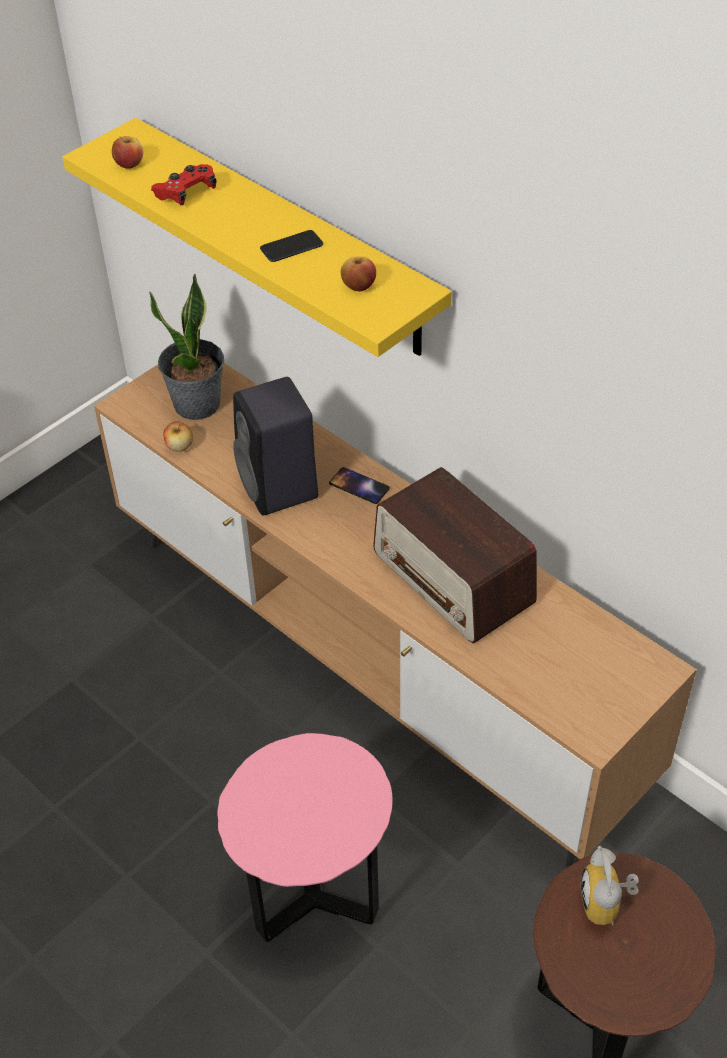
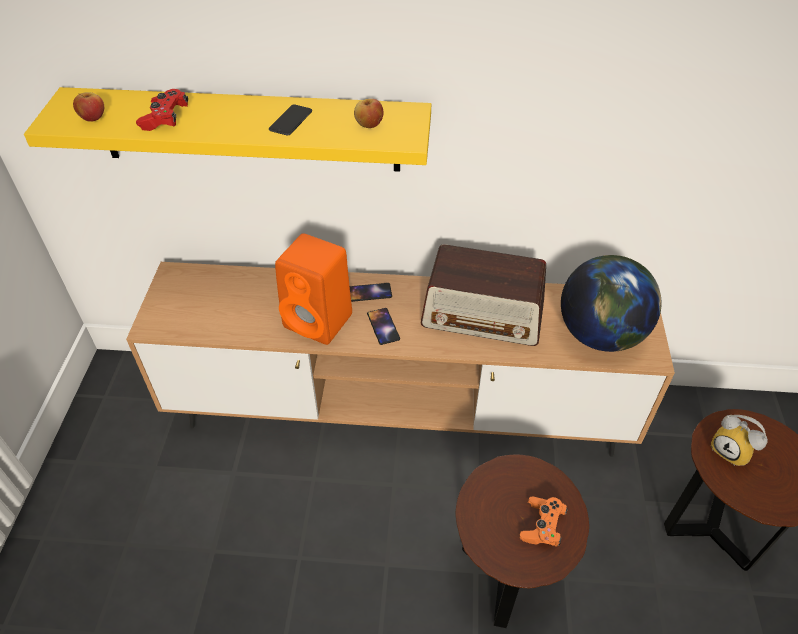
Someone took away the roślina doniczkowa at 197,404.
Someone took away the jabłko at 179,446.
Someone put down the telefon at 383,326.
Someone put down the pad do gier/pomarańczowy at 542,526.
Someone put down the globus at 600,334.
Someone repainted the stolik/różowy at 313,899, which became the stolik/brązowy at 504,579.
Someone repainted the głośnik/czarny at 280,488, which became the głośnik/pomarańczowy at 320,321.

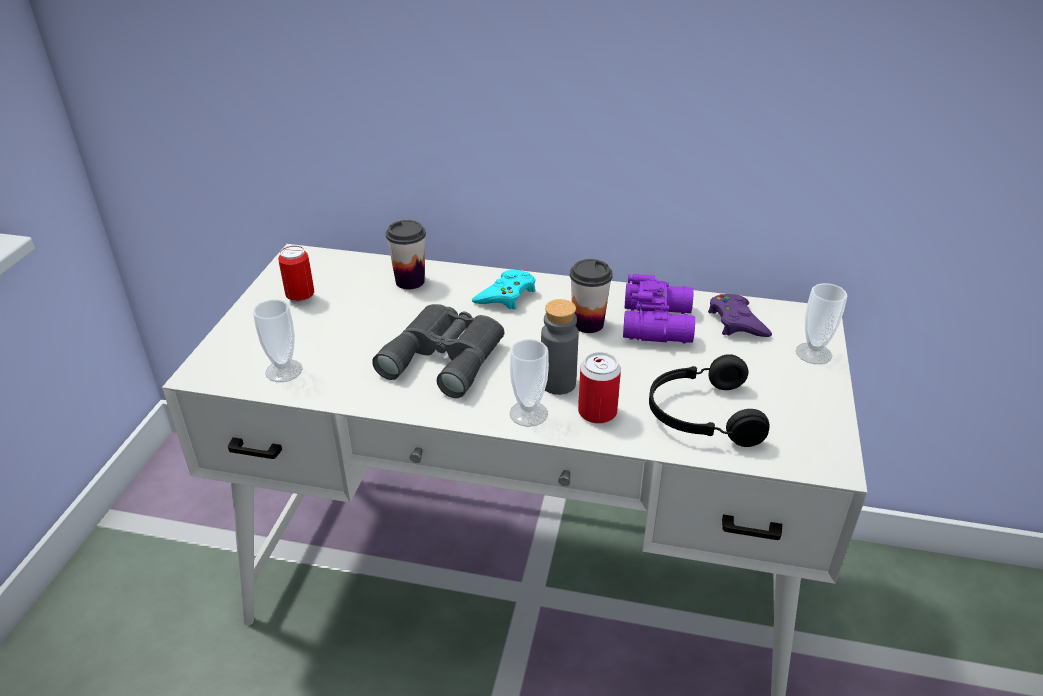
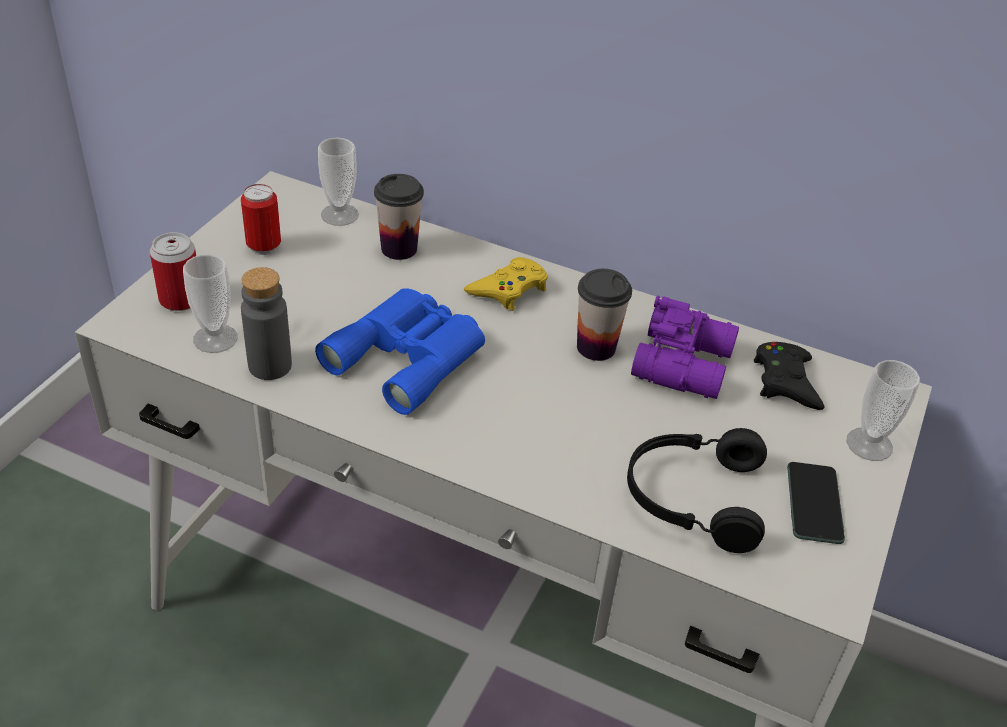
Someone put down the telefon at 814,503.
Someone carried the filiżanka from 528,413 to 339,215.
Someone carried the butelka/szary from 558,383 to 270,366.
Someone carried the puszka from 597,412 to 181,299.
Someone repainted the lornetka/szary at 447,355, which became the lornetka/niebieski at 410,356.
Someone repainted the pad do gier/turkusowy at 506,295, which became the pad do gier/żółty at 509,289.
Someone repainted the pad do gier/fioletowy at 736,322, which became the pad do gier/czarny at 786,381.

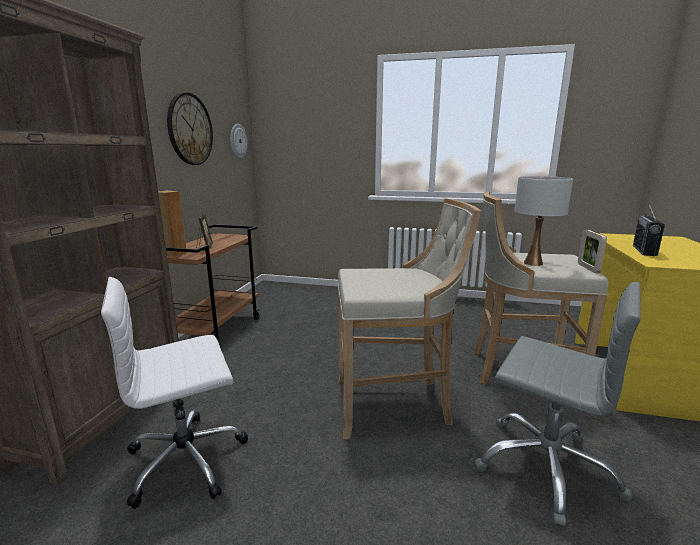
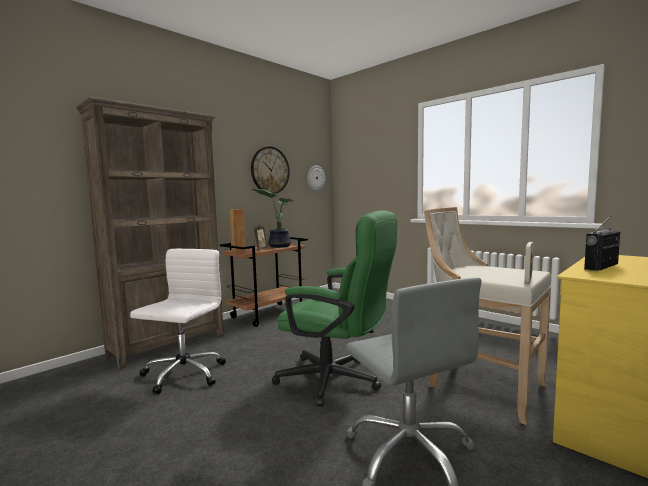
Someone took away the lampa stołowa/biały at 533,263.
Someone put down the roślina doniczkowa at 278,246.
Someone swapped the stołek/beżowy at 395,404 for the krzesło biurowe/zielony at 337,381.
Someone rotated the krzesło biurowe/biały at 188,459 by 105 degrees clockwise.

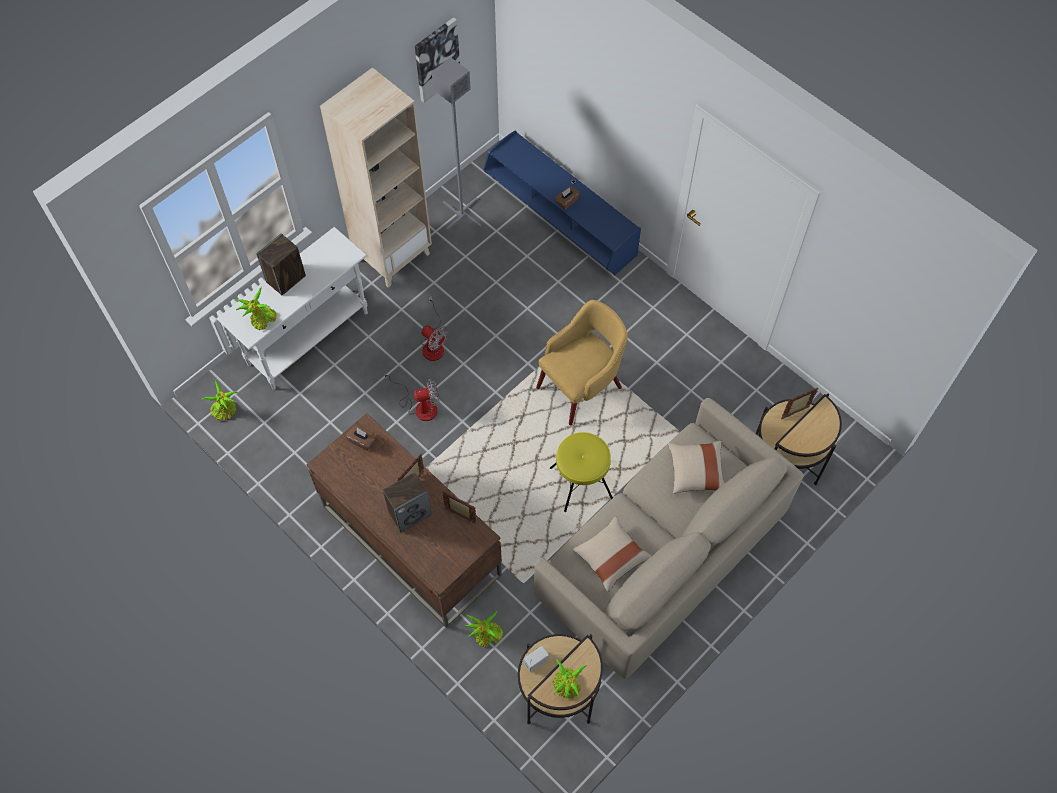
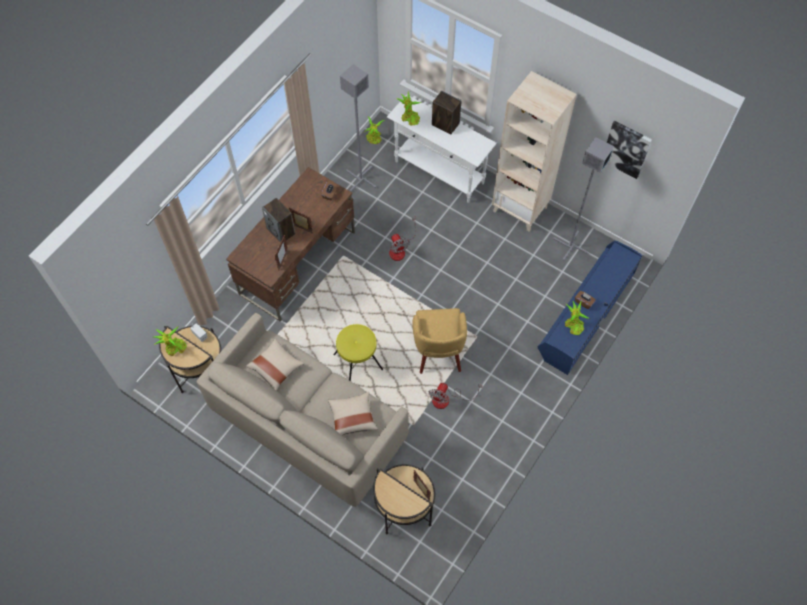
Someone put down the lampa stojąca/szary at 360,179.
Someone carried the wentylator from 433,344 to 447,399.
Someone carried the roślina doniczkowa from 486,636 to 573,325.
Someone rotated the fotel/żółty at 581,386 by 45 degrees clockwise.

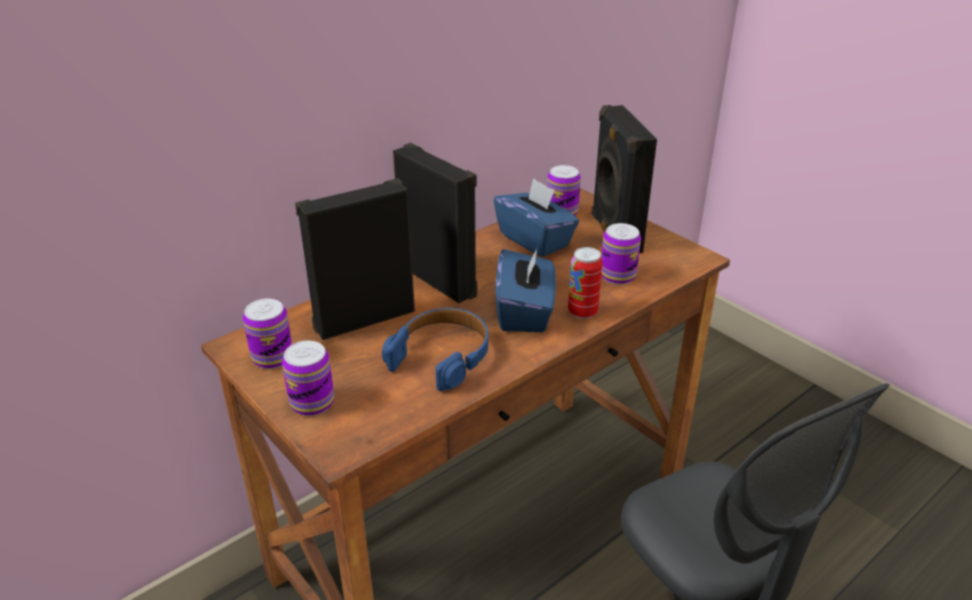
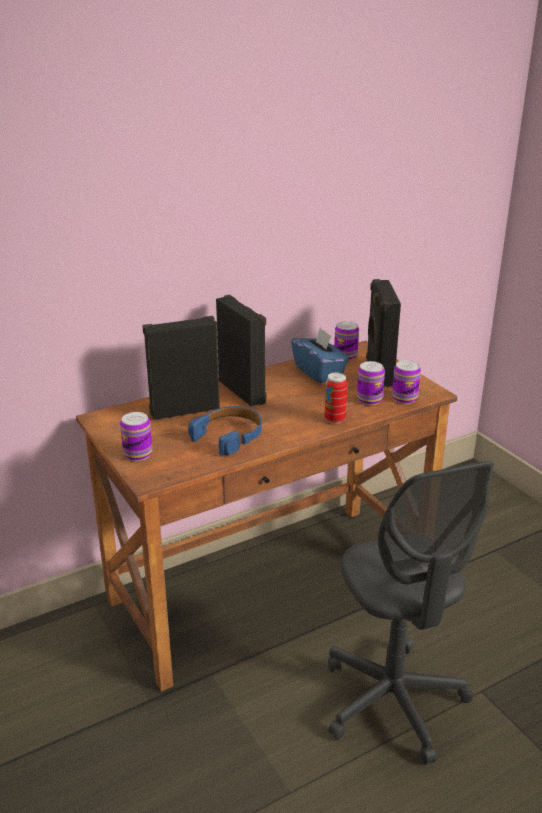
Someone took away the pudełko chusteczek/niebieski at 525,312.
Someone carried the puszka from 272,357 to 404,398.

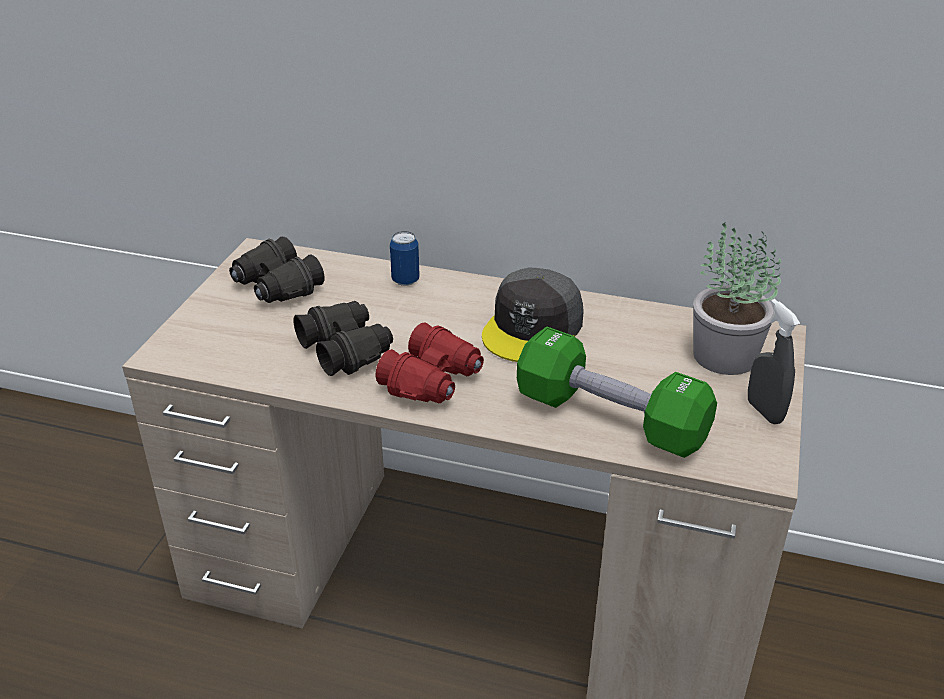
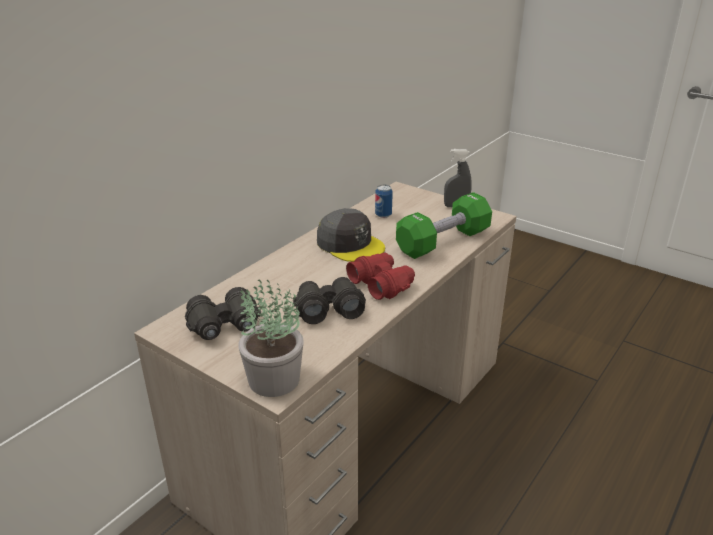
Someone carried the puszka from 405,280 to 383,215.
Someone carried the roślina doniczkowa from 723,356 to 273,380.

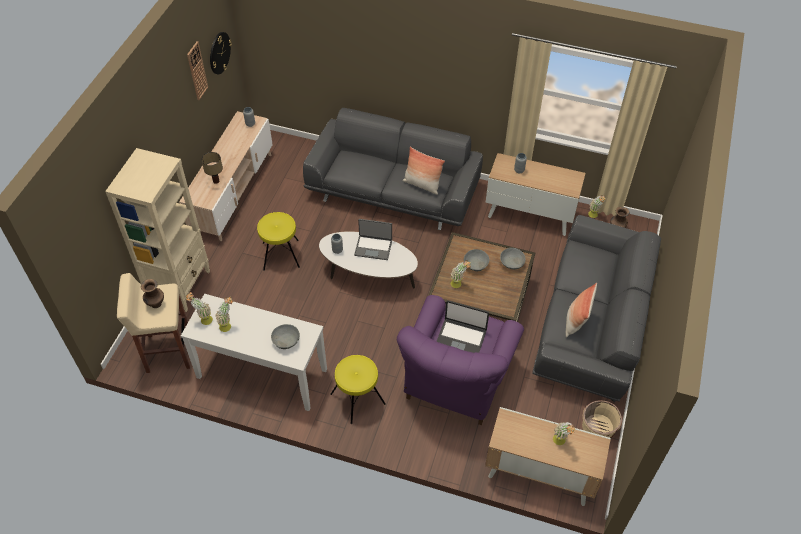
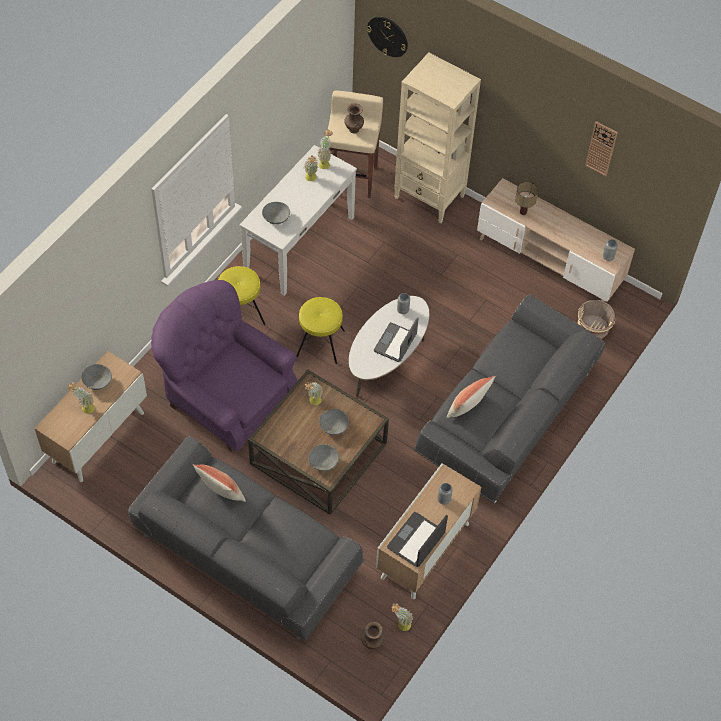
Someone put down the miska/szary at 97,382.
Someone carried the zegar ścienny from 219,53 to 388,36.
Someone carried the stołek/żółty from 280,255 to 320,343.
Someone carried the laptop from 461,337 to 416,540.
Someone carried the donica/beżowy from 597,429 to 592,329.

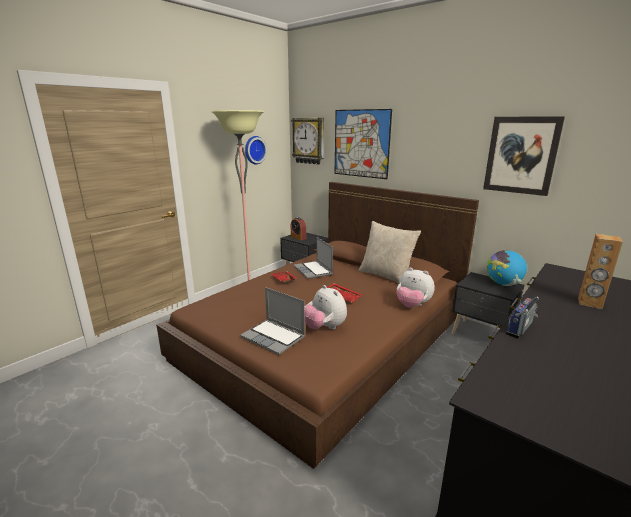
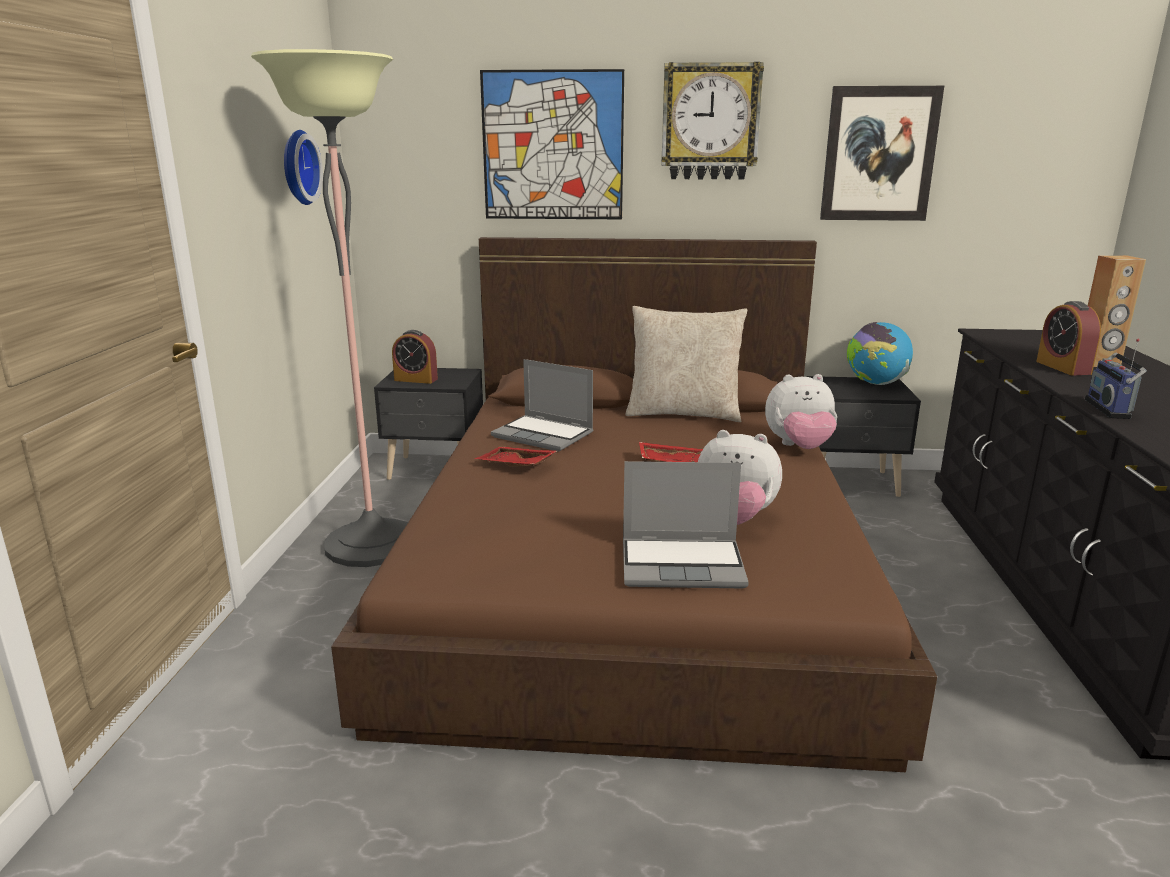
Someone put down the budzik at 1063,367.
Someone carried the zegar ścienny from 309,141 to 710,122.

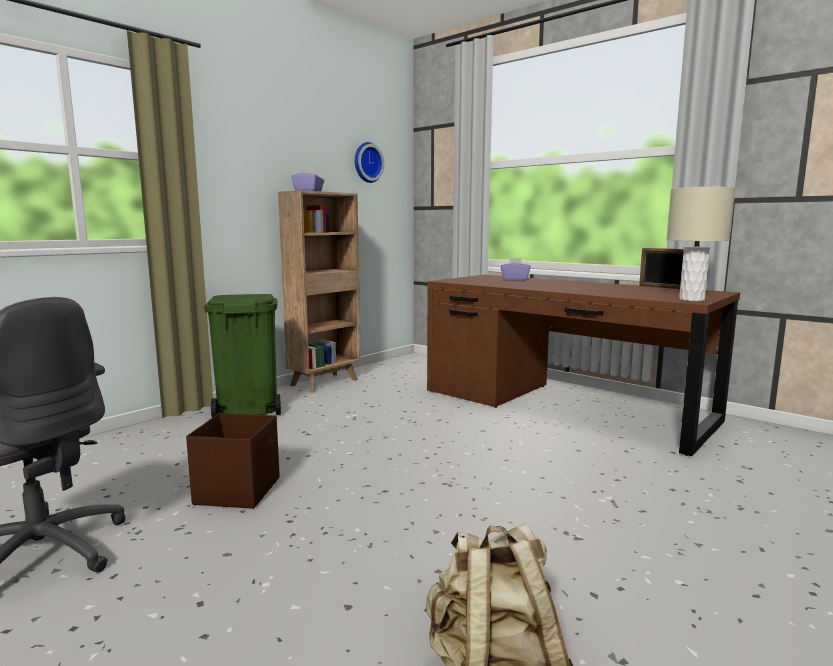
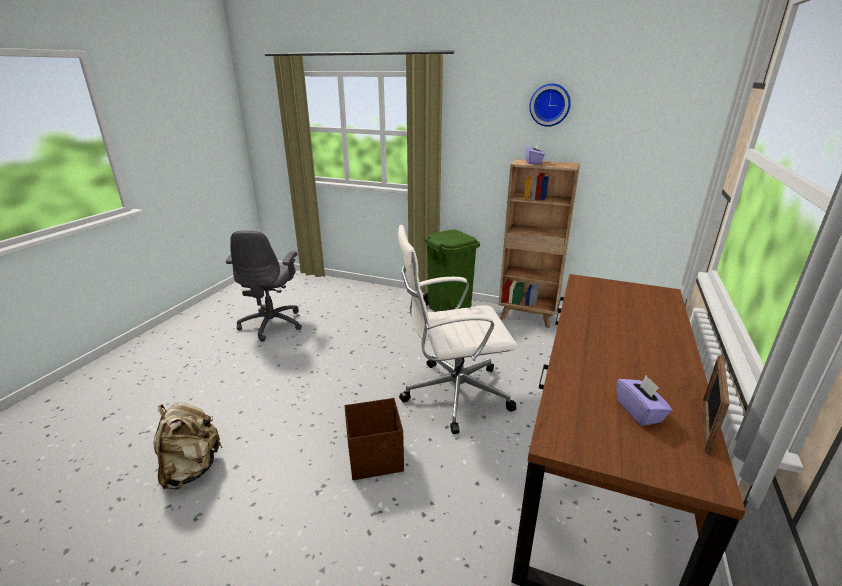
Someone took away the lampa stołowa/beżowy at 691,299.
Someone put down the krzesło biurowe/biały at 453,394.
Someone carried the pojemnik do przechowywania/brązowy from 239,490 to 376,458.
Someone carried the zegar ścienny from 366,162 to 550,105.
Someone carried the pudełko chusteczek/fioletowy from 514,279 to 639,412.

